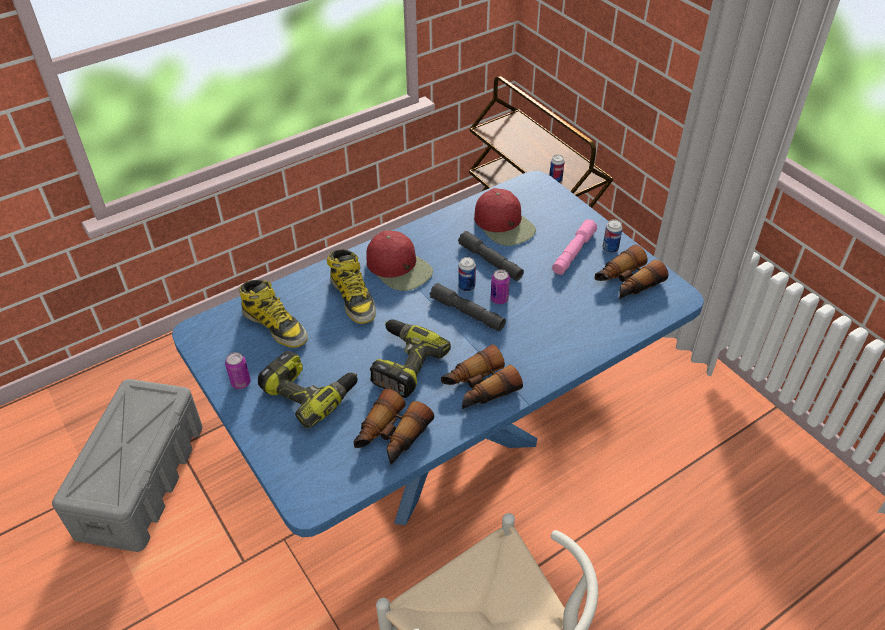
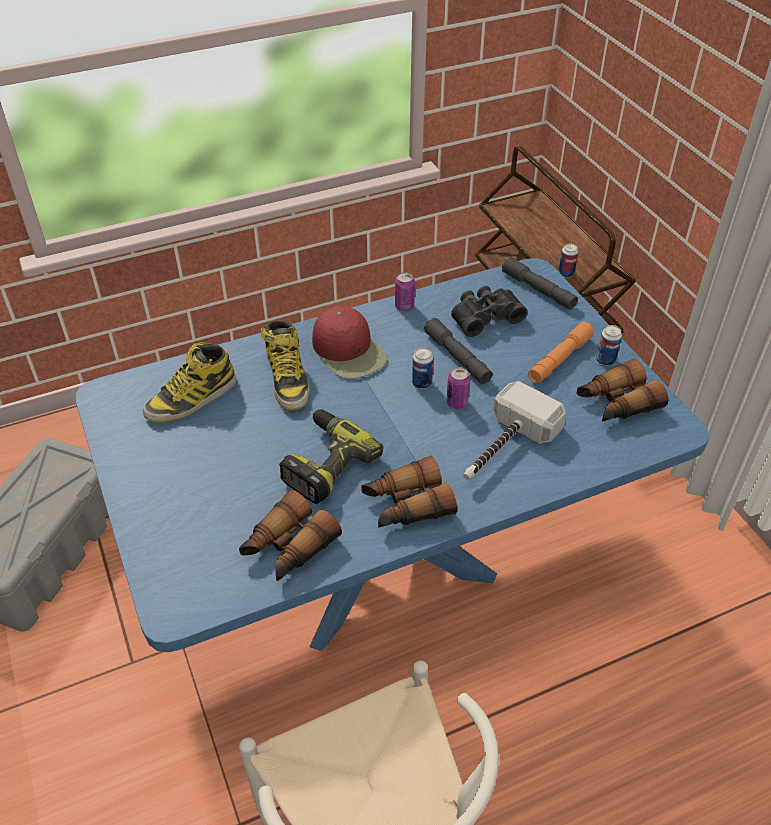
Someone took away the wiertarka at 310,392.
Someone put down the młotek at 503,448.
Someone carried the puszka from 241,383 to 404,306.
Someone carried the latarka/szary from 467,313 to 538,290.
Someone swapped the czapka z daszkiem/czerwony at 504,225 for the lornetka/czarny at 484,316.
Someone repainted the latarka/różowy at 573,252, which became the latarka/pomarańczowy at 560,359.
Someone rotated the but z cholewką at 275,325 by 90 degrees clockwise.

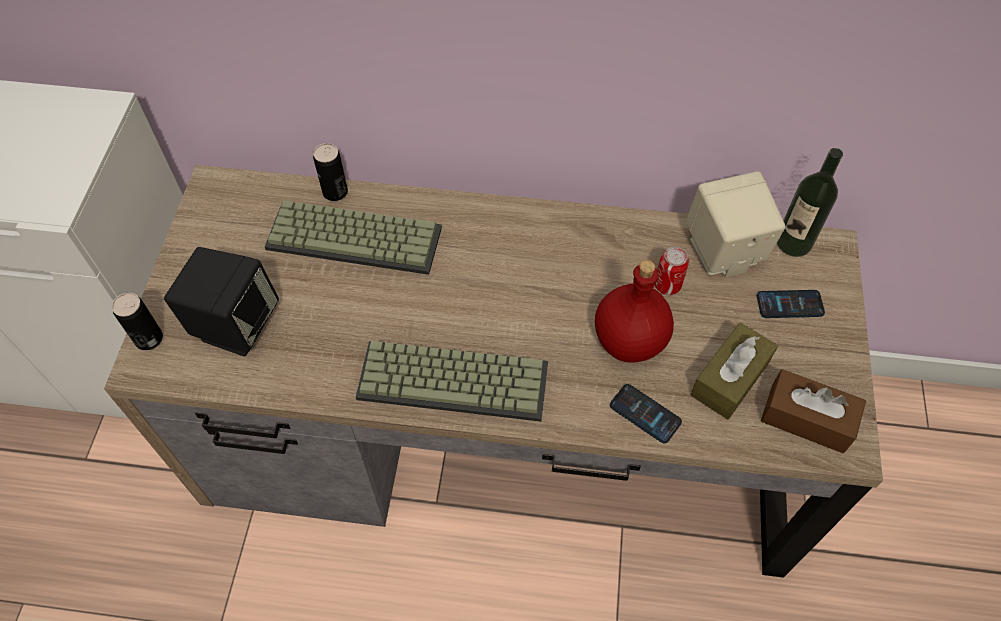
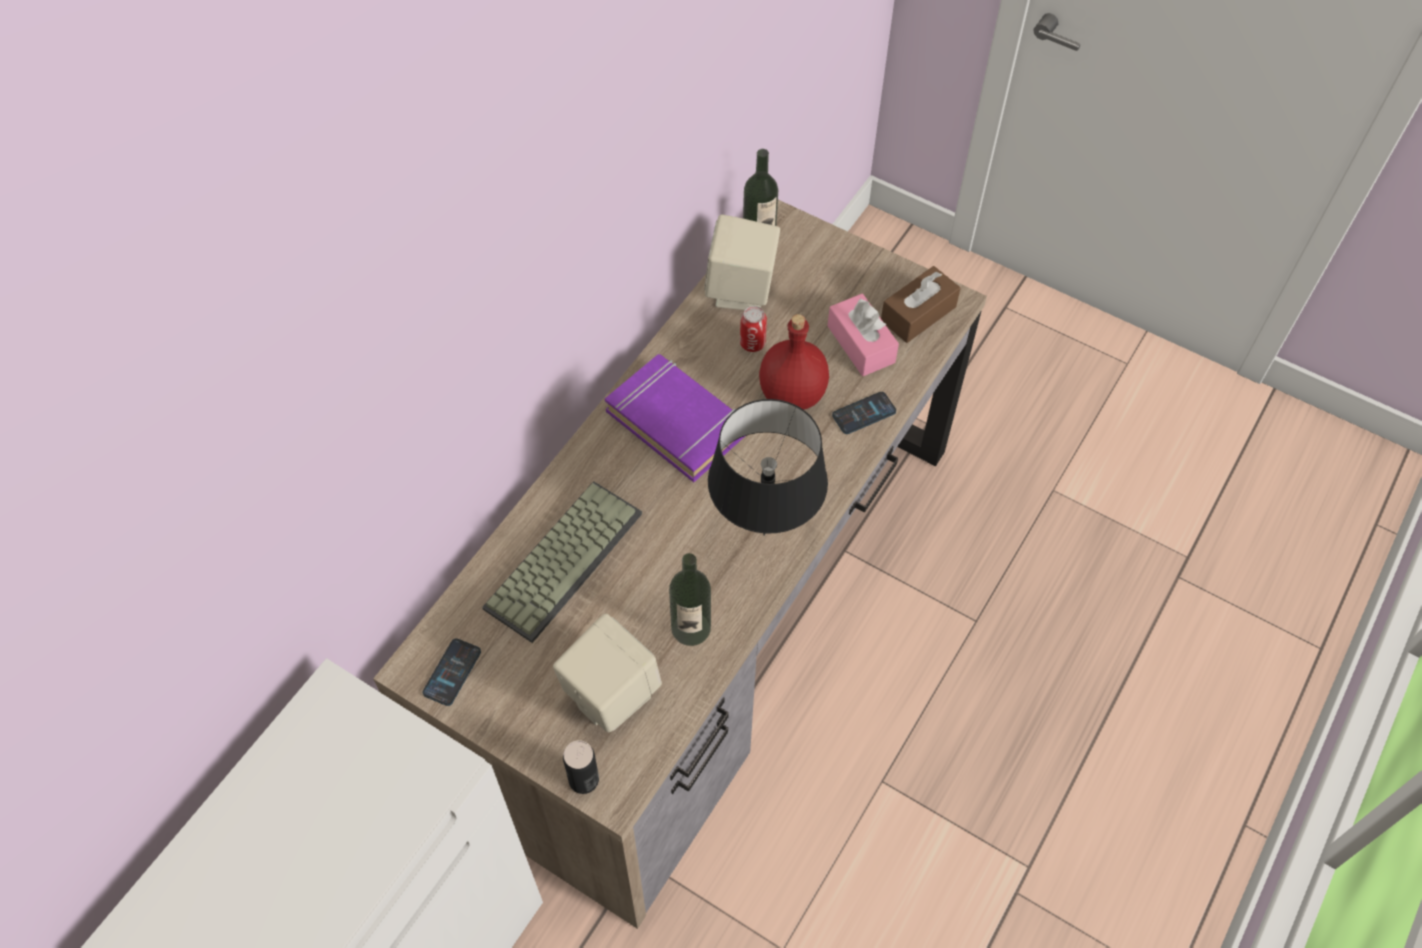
Someone took away the puszka at 335,192.
Someone put down the książka/fioletowy at 677,422.
Someone put down the butelka at 691,628.
Someone carried the telefon from 789,304 to 452,672.
Someone swapped the klawiatura at 455,378 for the lampa stołowa/czarny at 763,533.
Someone repainted the głośnik/czarny at 236,325, which became the głośnik/beżowy at 610,695.
Someone repainted the pudełko chusteczek/brązowy at 730,379, which became the pudełko chusteczek/różowy at 861,344.

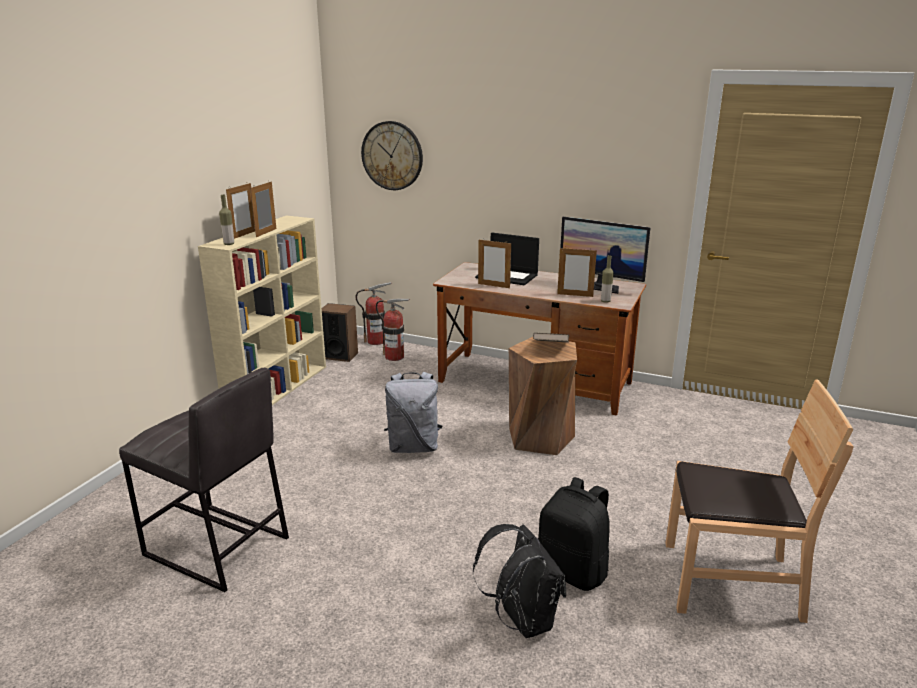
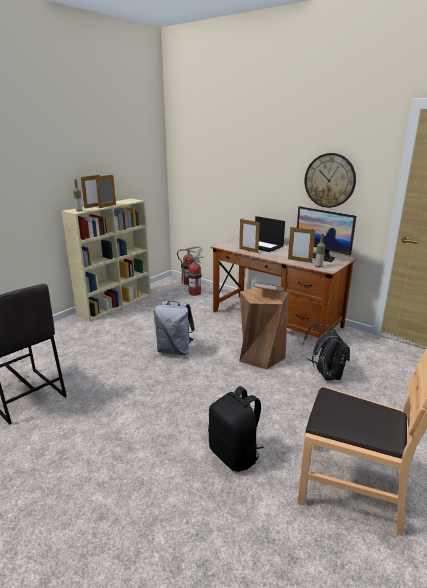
Someone took away the głośnik at 340,355.
Someone carried the zegar ścienny from 392,155 to 329,180.
Someone carried the plecak/czarny from 522,620 to 325,375.

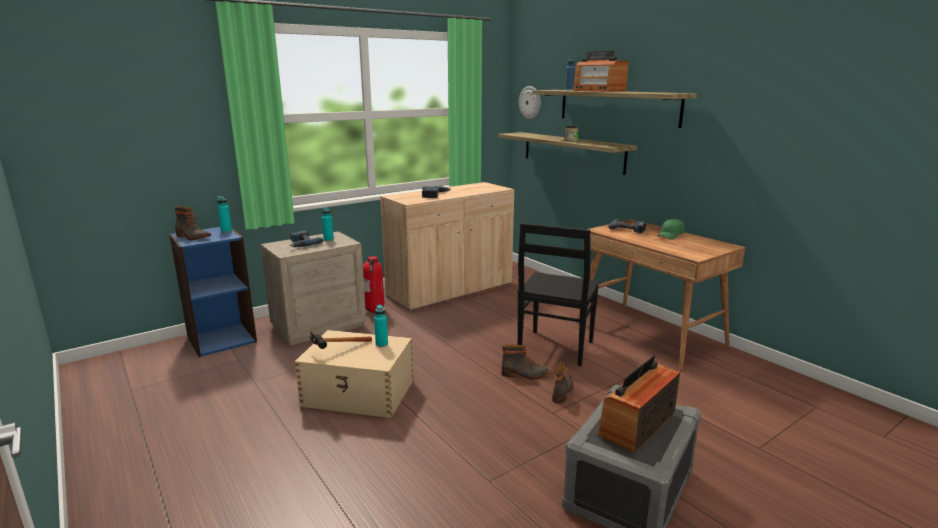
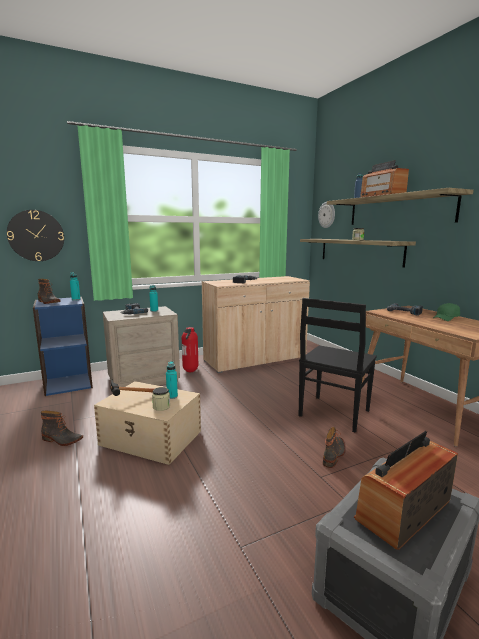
Someone put up the zegar ścienny at 36,235.
Someone put down the słoik at 161,407.
Someone carried the but z cholewką from 524,374 to 61,440.

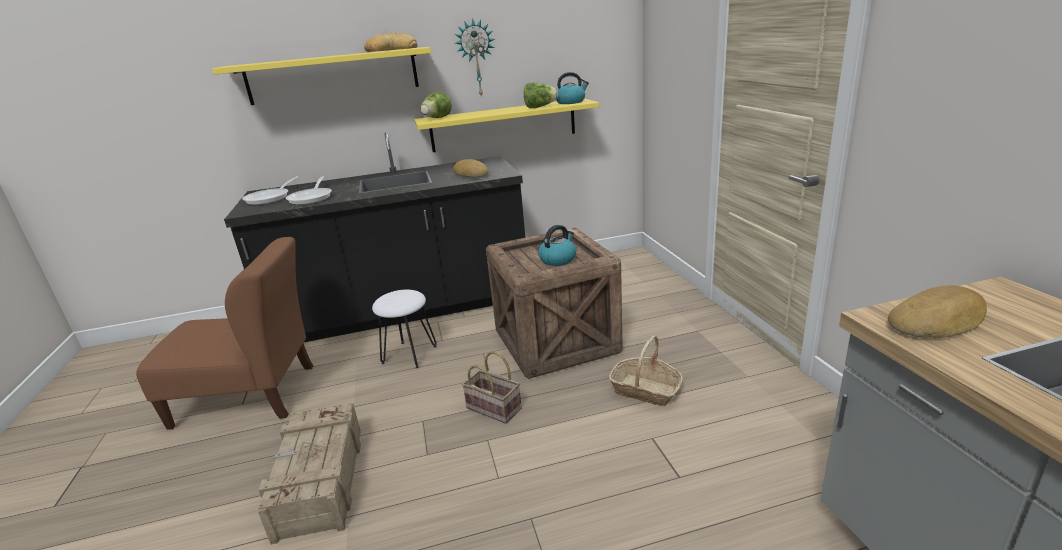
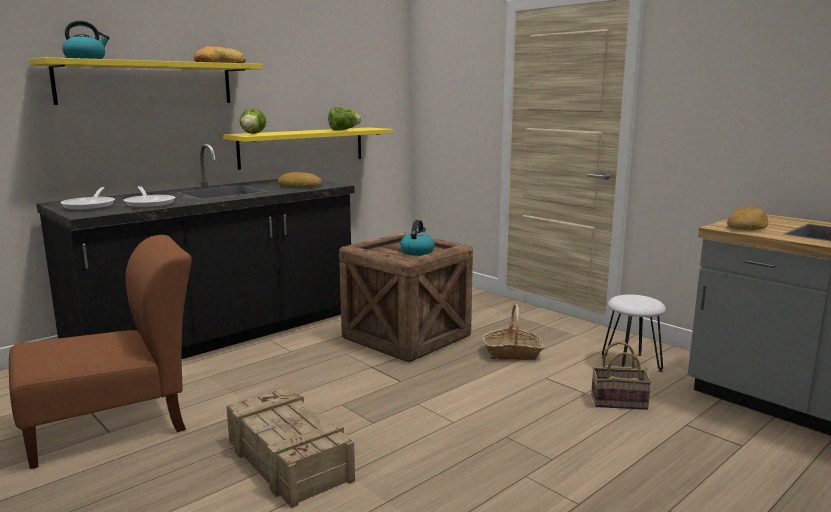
Someone took away the zegar ścienny at 476,58.
Someone carried the stołek/biały from 410,354 to 631,364.
Someone carried the koszyk from 495,408 to 620,401.
Someone carried the czajnik from 571,102 to 86,59.

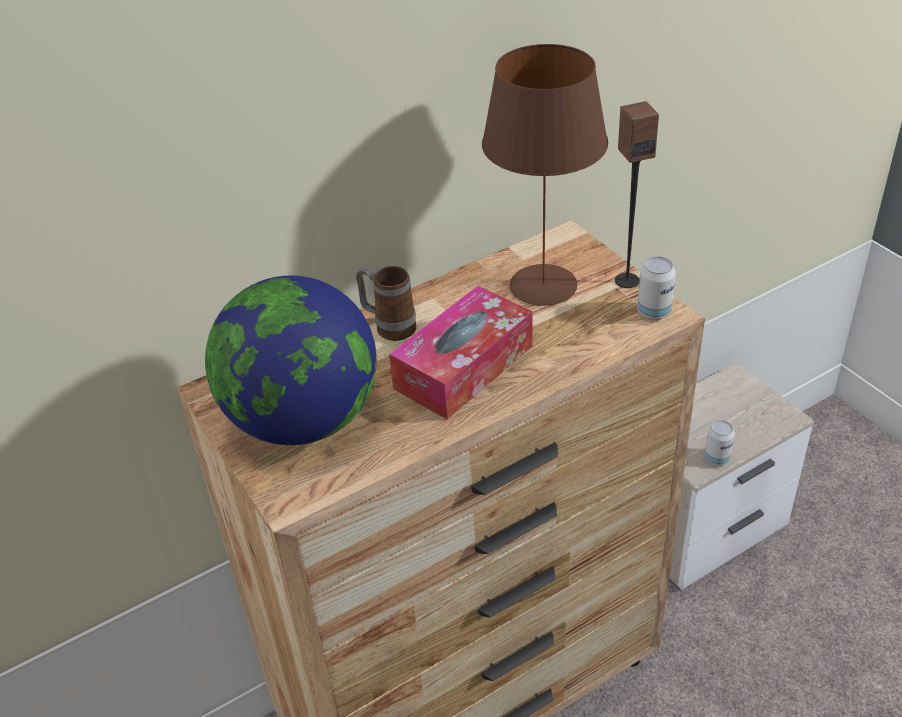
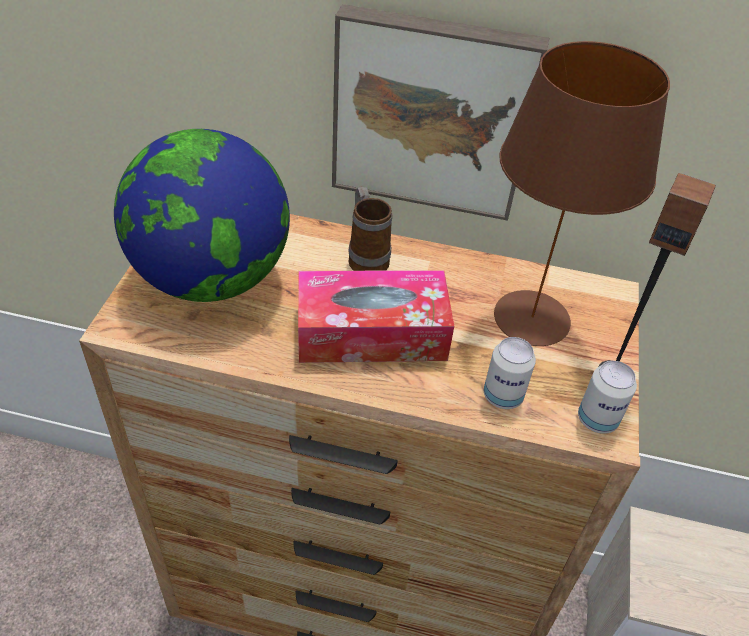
Someone put up the obraz at 432,113.
Someone carried the puszka from 717,458 to 502,396.

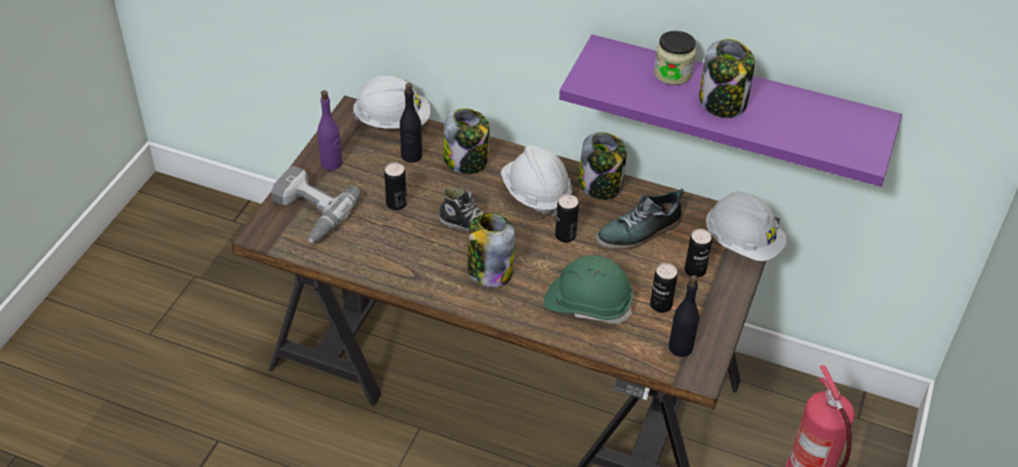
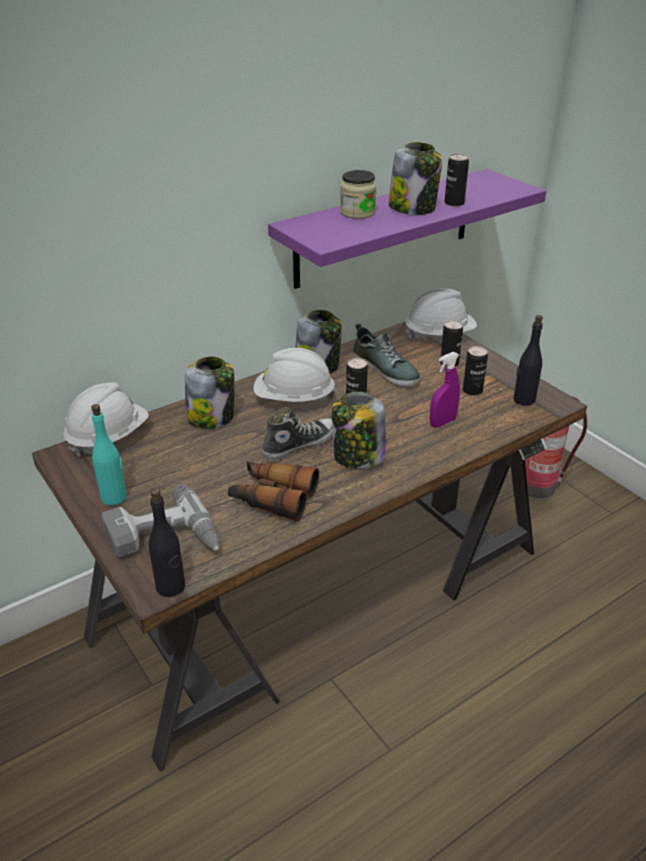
Someone put down the lornetka at 272,498.
Someone carried the puszka from 396,203 to 454,203.
Someone carried the butelka/czarny from 411,156 to 171,586.
Someone swapped the kask/zielony at 587,304 for the spryskiwacz/fioletowy at 442,422.
Someone repainted the butelka/fioletowy at 332,163, which became the butelka/turkusowy at 114,497.
Someone rotated the but at 639,231 by 45 degrees counterclockwise.

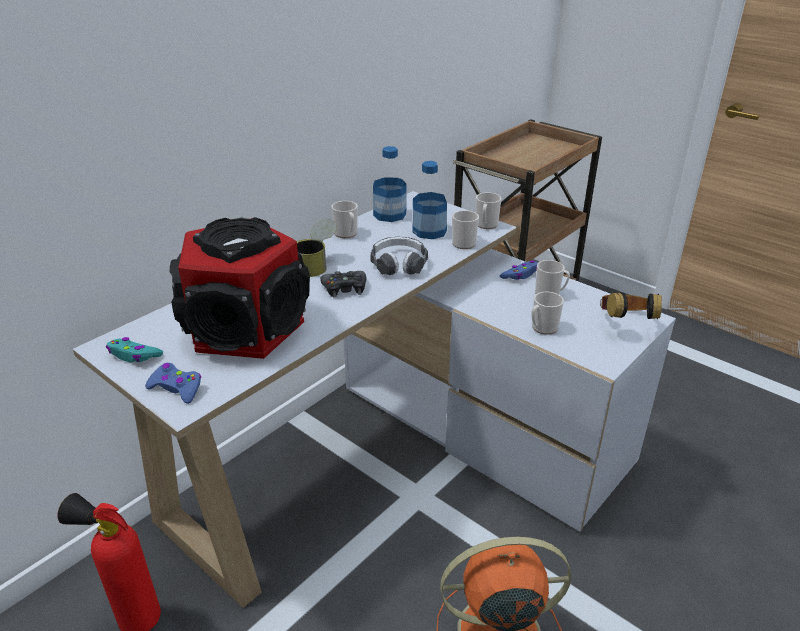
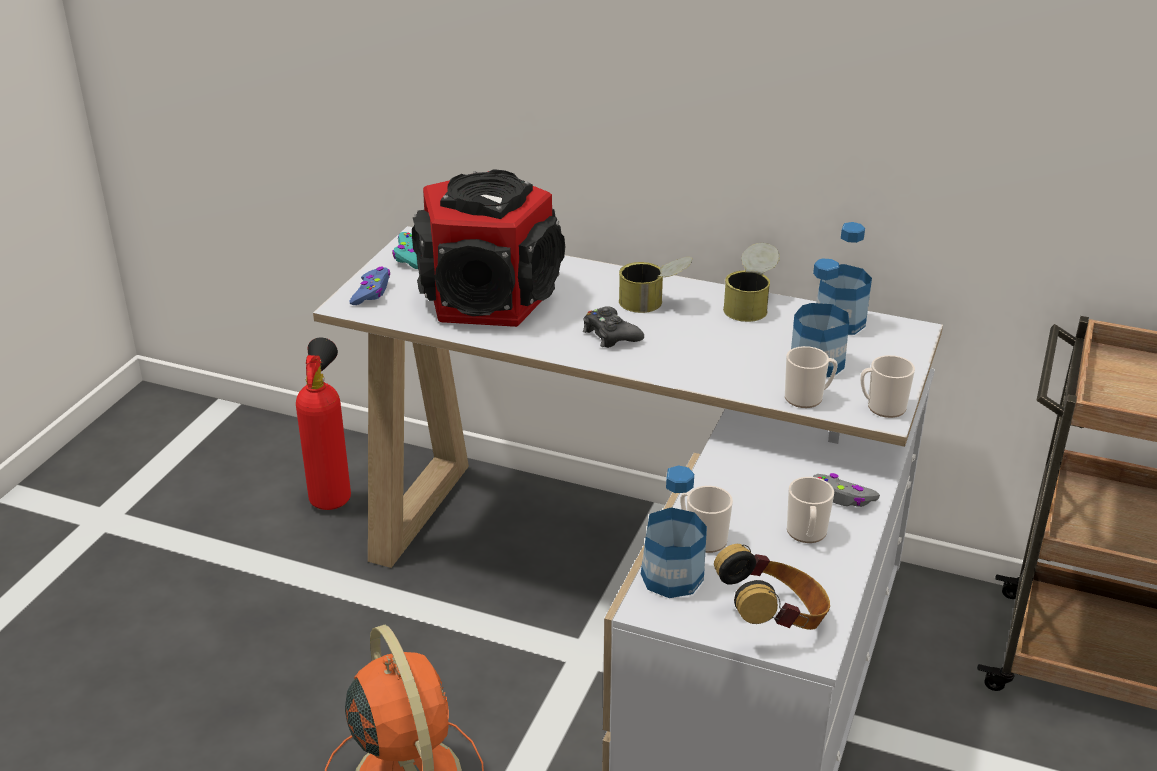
Someone took away the słuchawki at 399,263.
Someone put down the butelka at 672,576.
Someone swapped the kubek at 347,234 for the puszka at 750,304.
Someone repainted the pad do gier/niebieski at 520,275, which became the pad do gier/szary at 842,497.

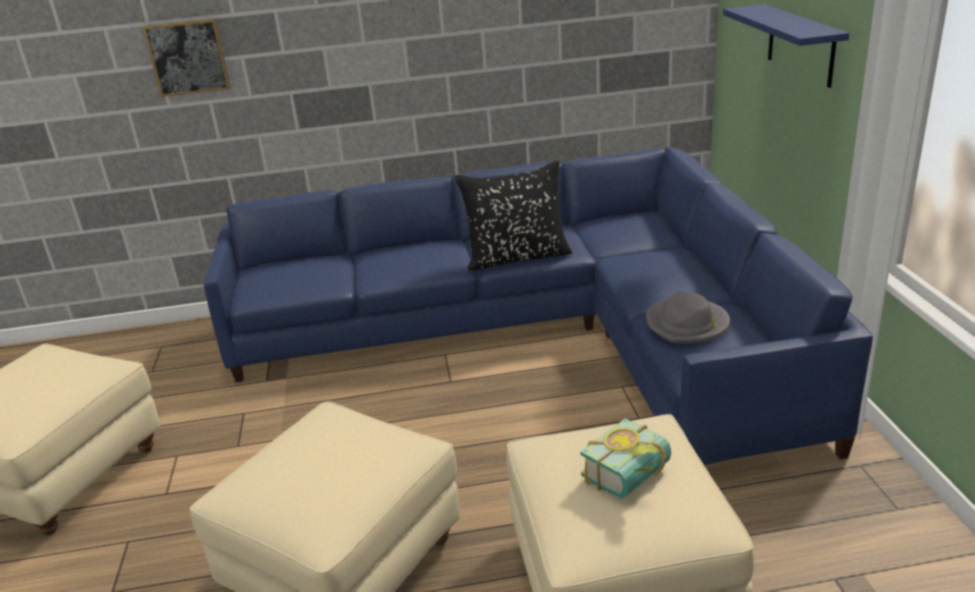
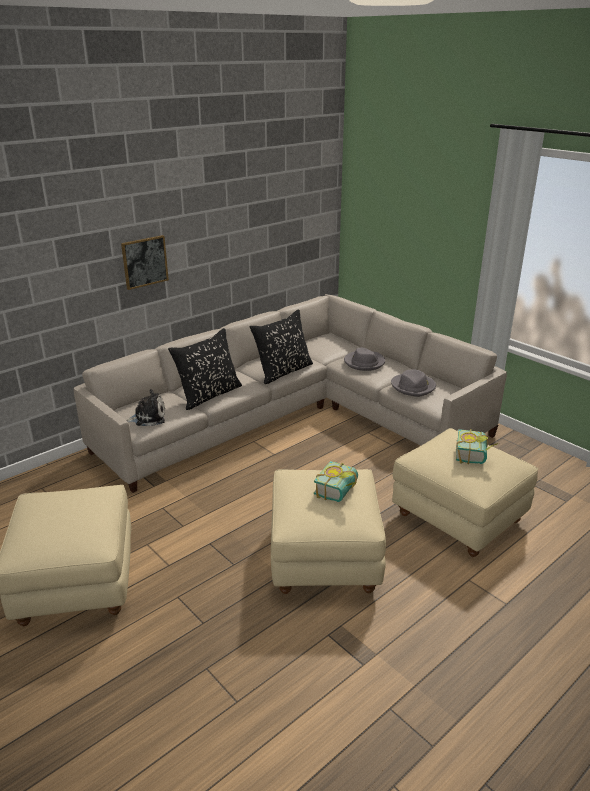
Someone took away the półka/niebieski at 800,45.
Someone put down the pluszak at 148,417.
Someone put down the poduszka/czarny at 208,395.
Someone put down the książka at 340,491.
Someone put down the kapelusz/szary at 364,362.
Someone carried the obraz from 188,57 to 144,262.
Someone repainted the kanapa/niebieski at 541,334, which became the kanapa/beżowy at 298,417.

